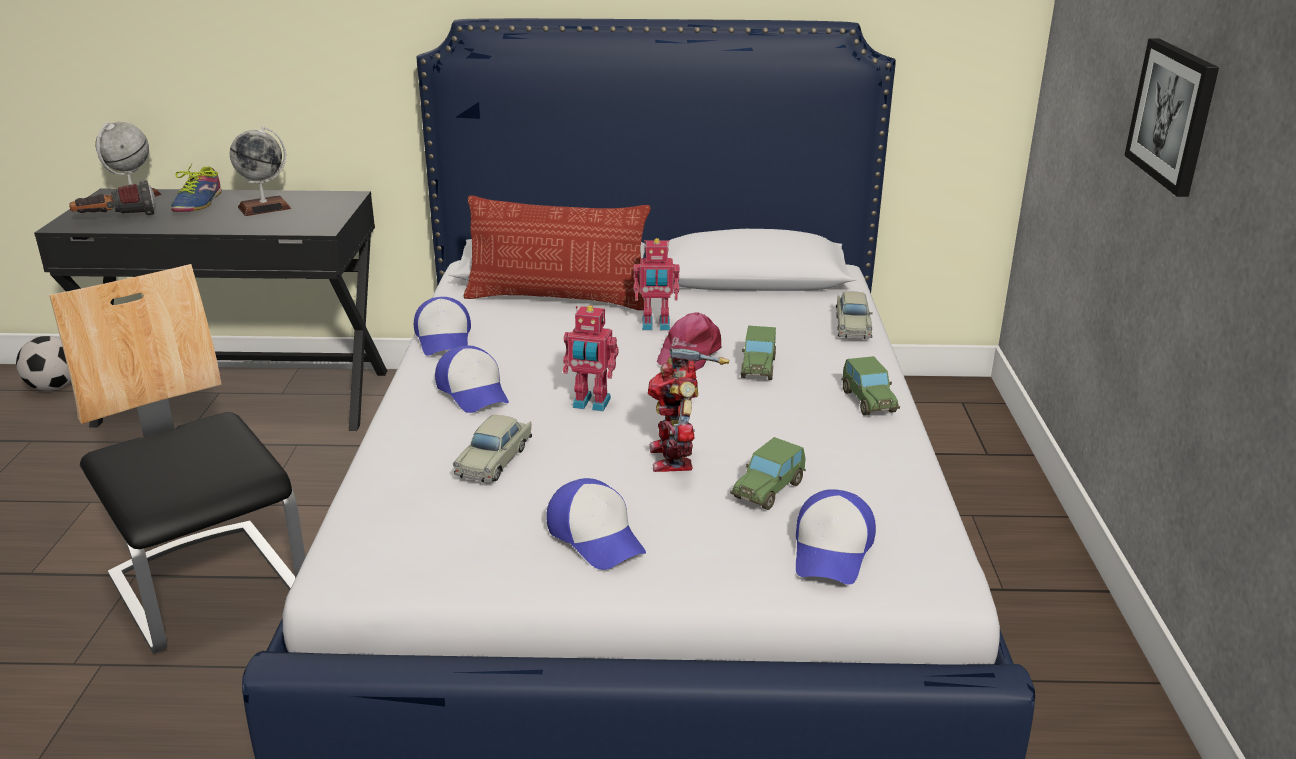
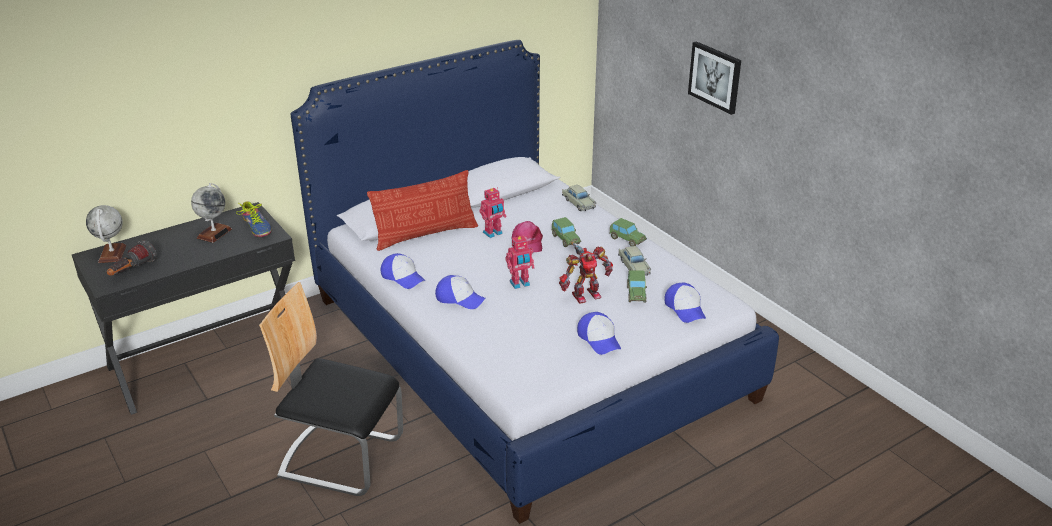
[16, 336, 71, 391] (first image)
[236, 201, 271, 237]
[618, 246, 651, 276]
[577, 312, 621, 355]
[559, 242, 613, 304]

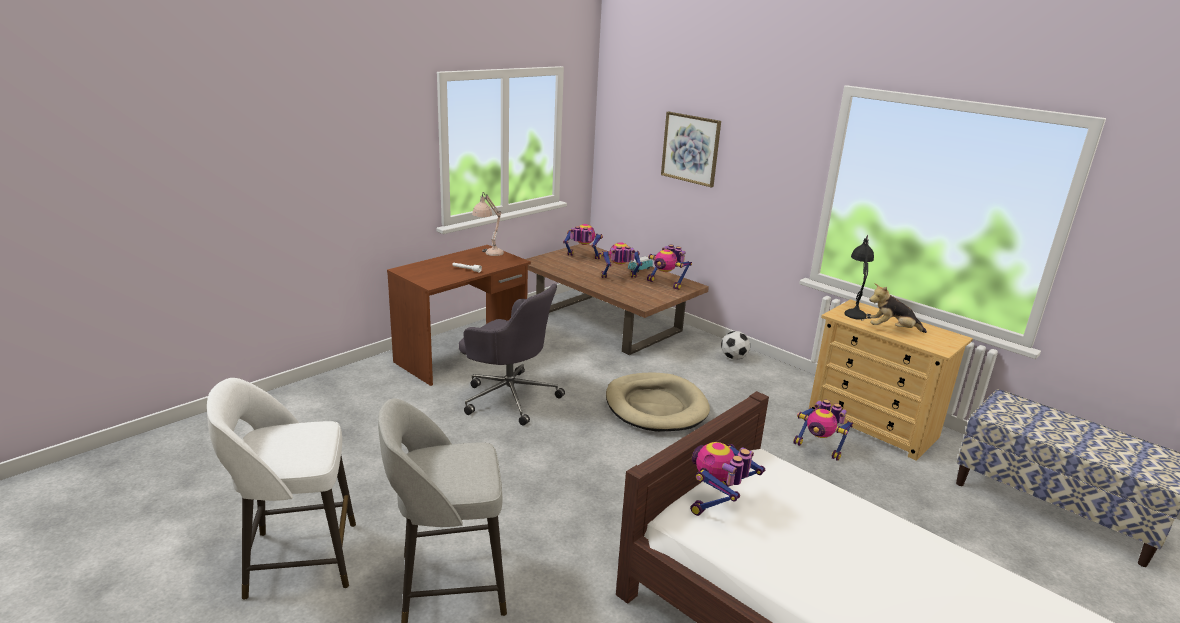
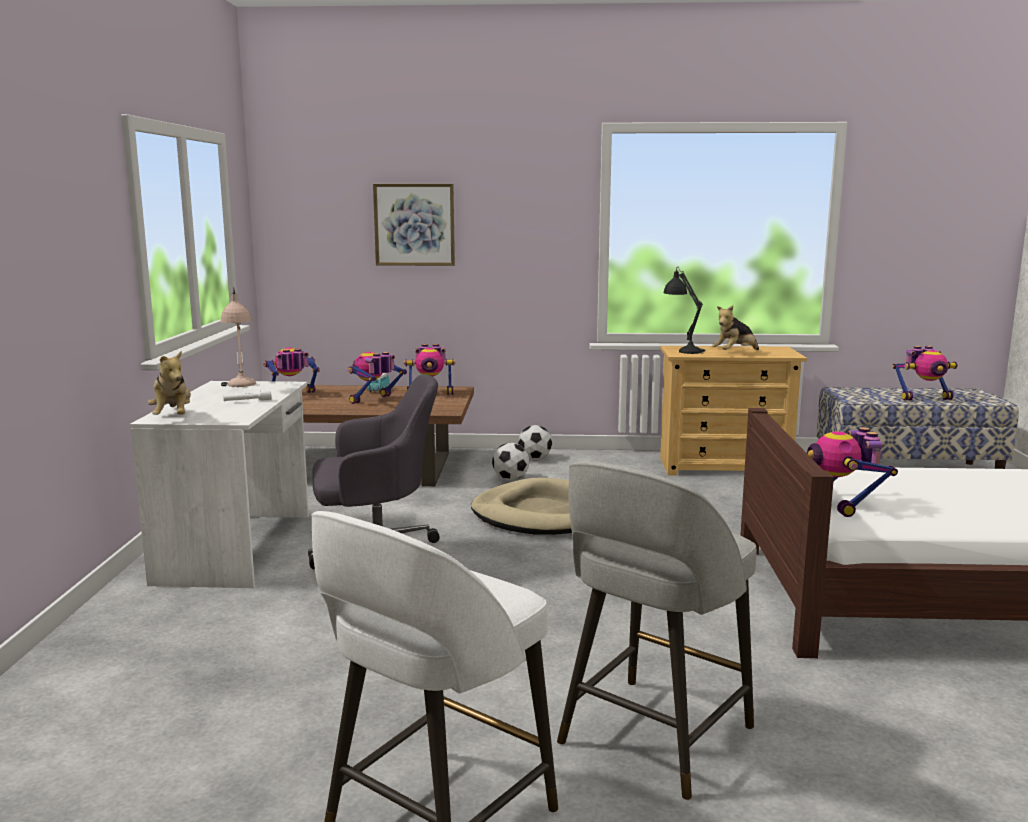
[130, 381, 309, 588]
[892, 346, 958, 401]
[148, 351, 191, 415]
[492, 443, 529, 480]

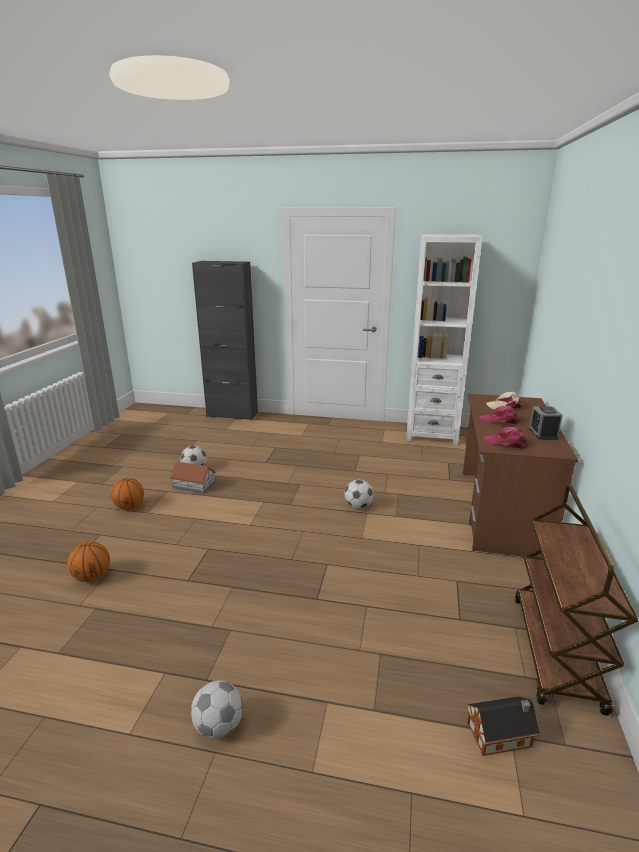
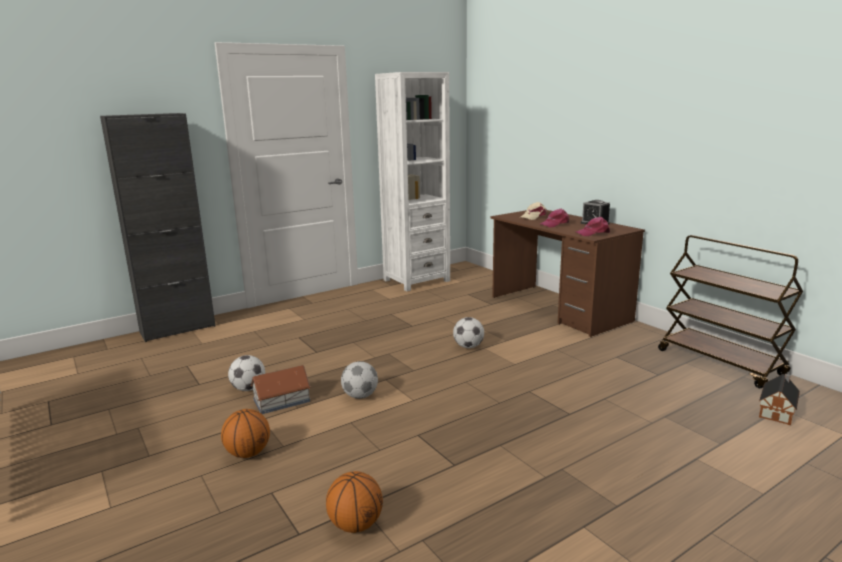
[341, 361, 378, 399]

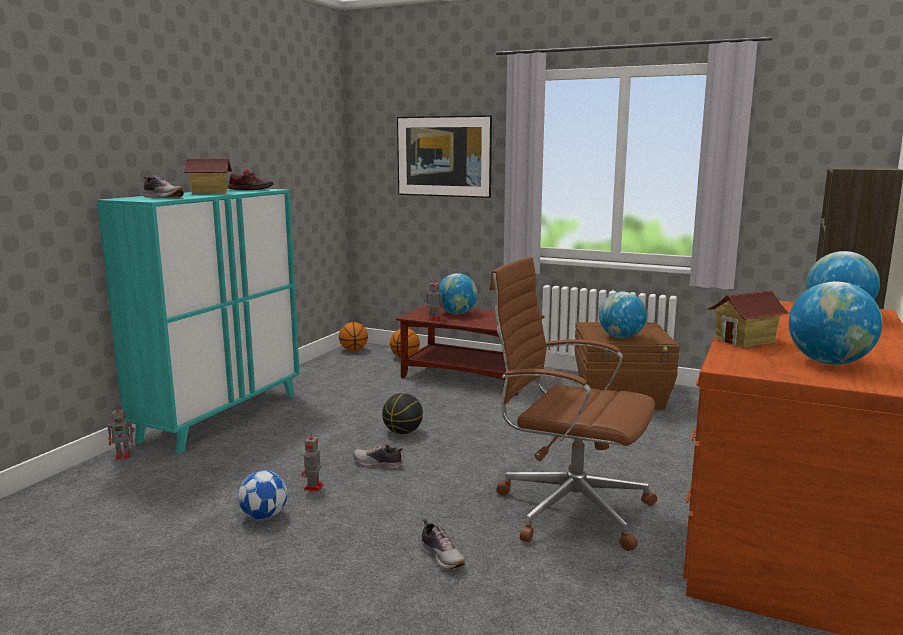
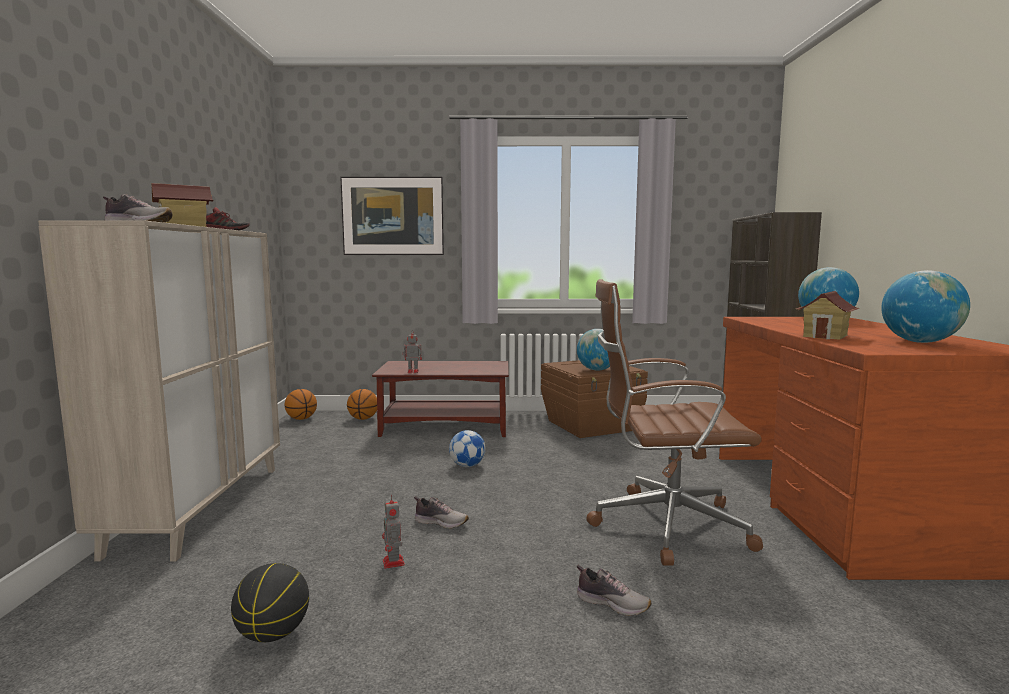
[38, 220, 280, 562]
[107, 405, 135, 460] (first image)
[449, 430, 486, 467]
[414, 496, 469, 529]
[231, 563, 309, 642]
[437, 273, 478, 314] (first image)

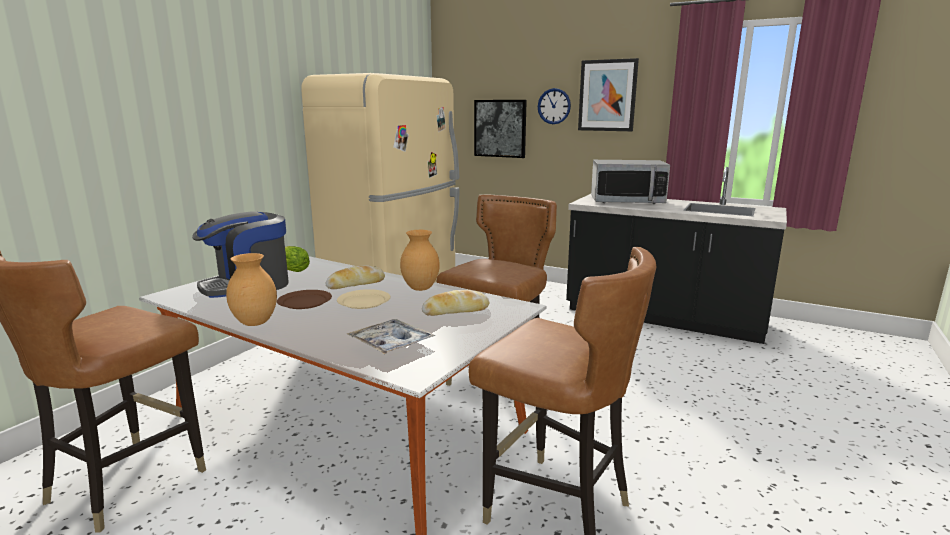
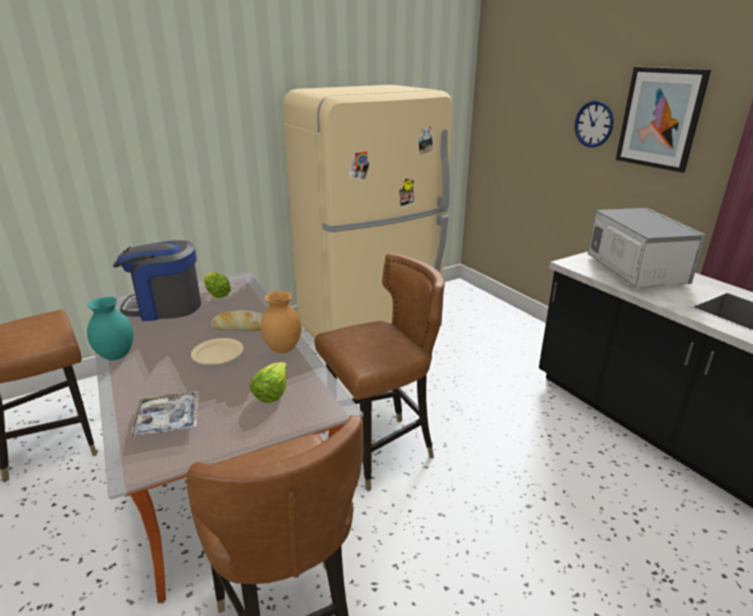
[87, 297, 134, 360]
[277, 290, 332, 309] (first image)
[250, 362, 287, 403]
[474, 100, 527, 158] (first image)
[588, 208, 706, 287]

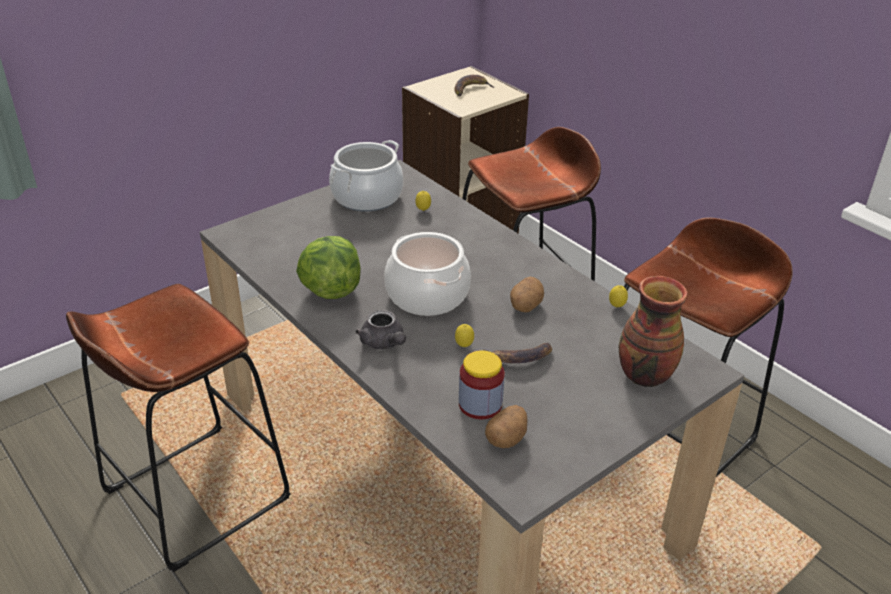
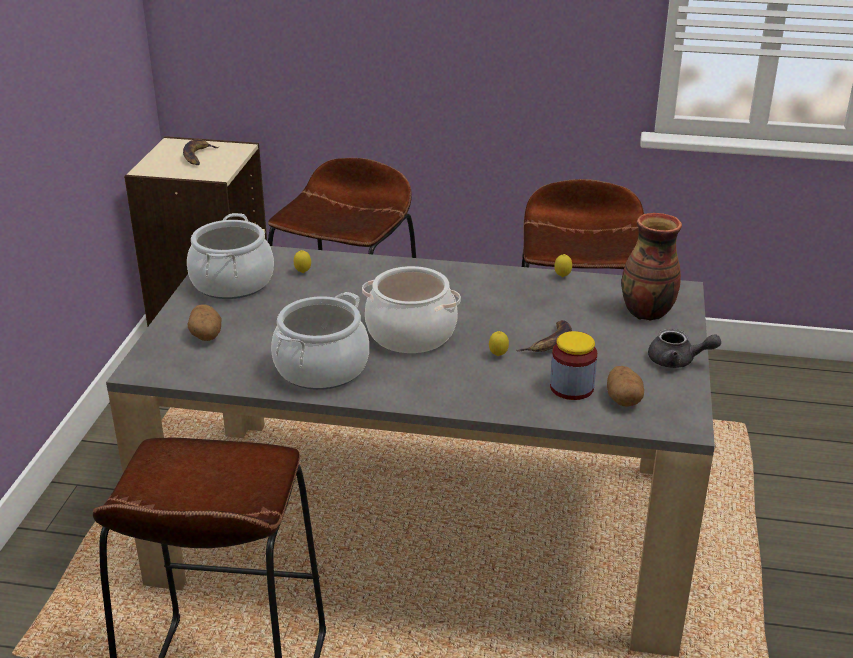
[271, 292, 369, 390]
[648, 328, 721, 368]
[188, 304, 221, 341]

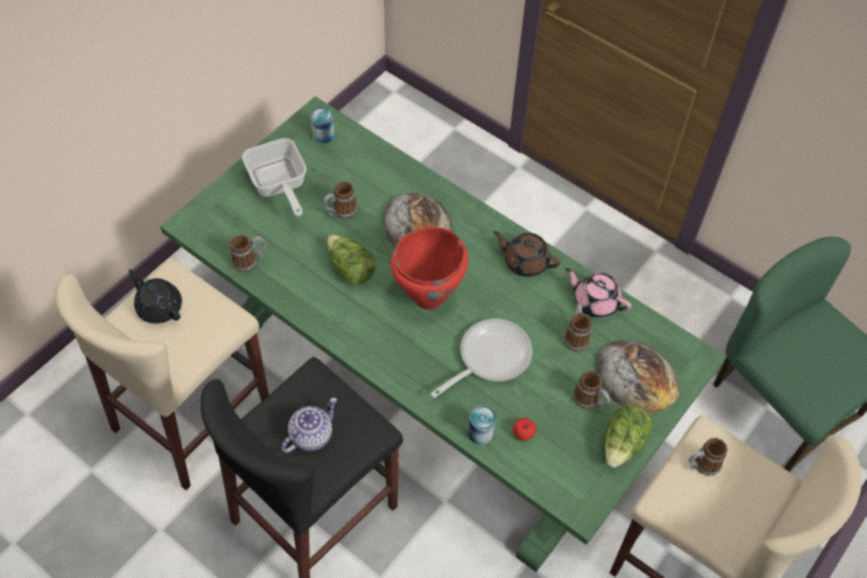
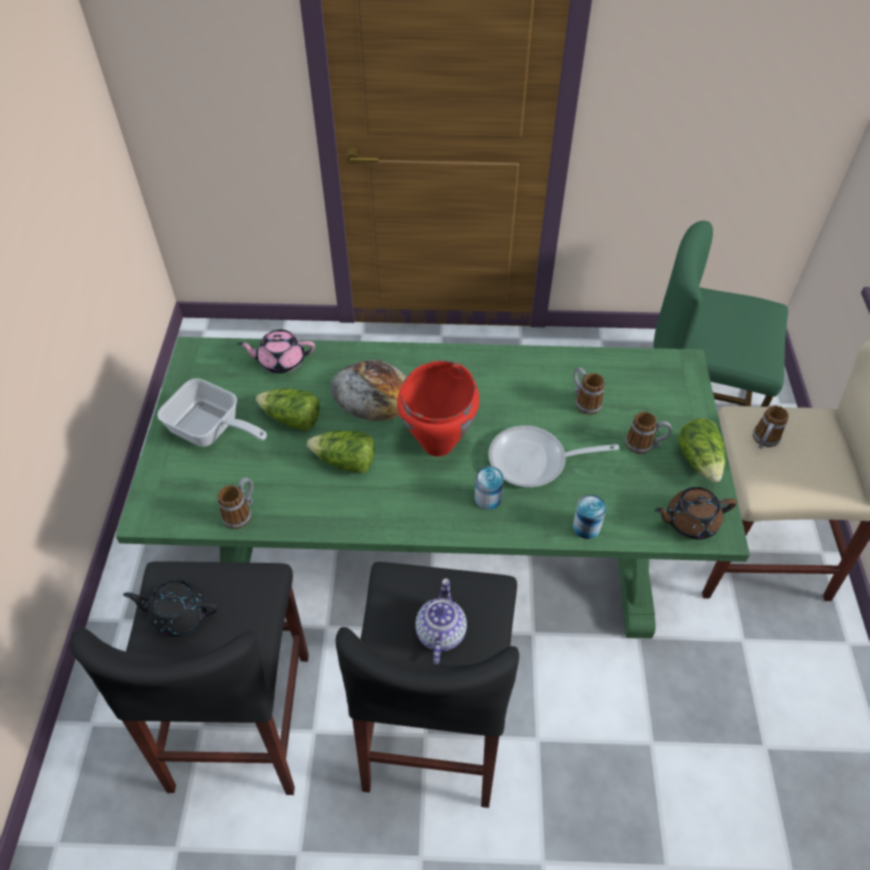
[71, 561, 309, 795]
[474, 466, 504, 510]
[256, 388, 320, 431]
[489, 425, 619, 488]
[655, 487, 737, 540]
[513, 418, 536, 441] (first image)
[238, 329, 315, 374]
[595, 340, 680, 414] (first image)

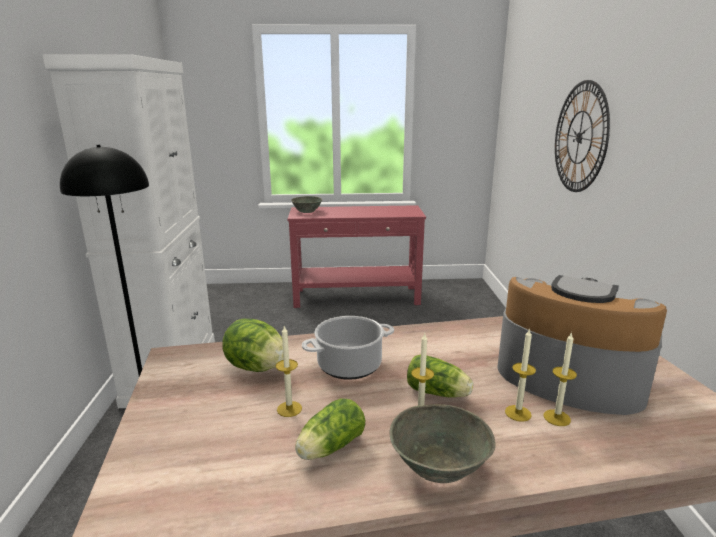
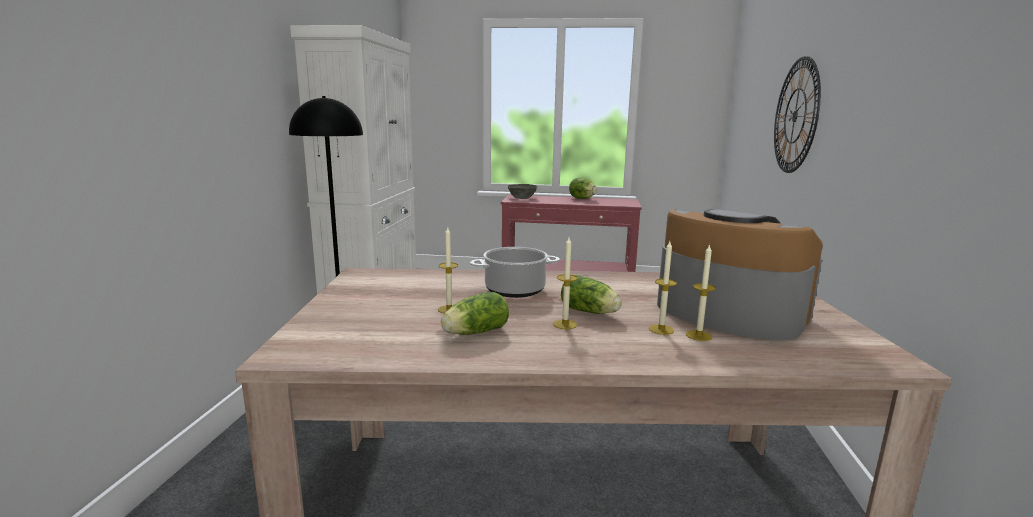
[569, 177, 597, 199]
[390, 404, 496, 483] (first image)

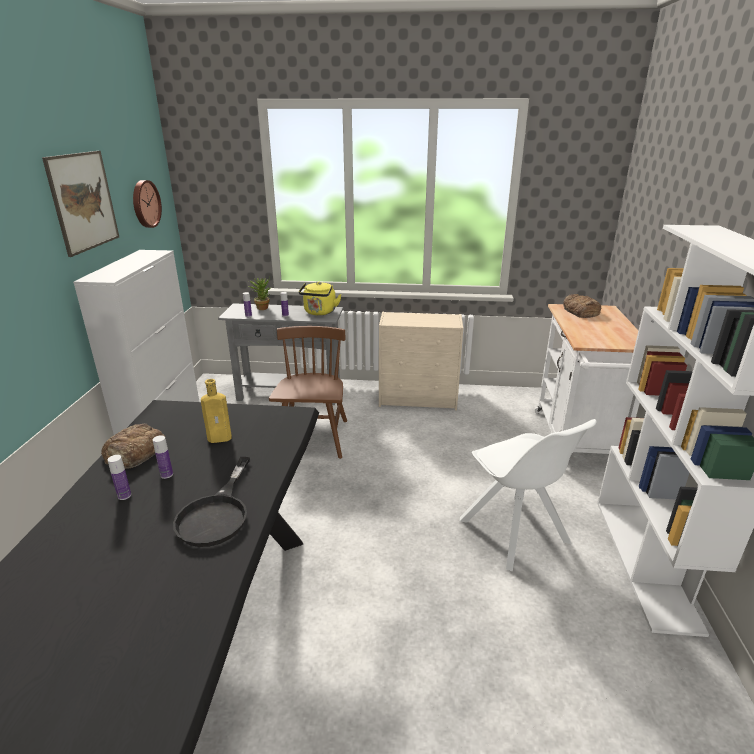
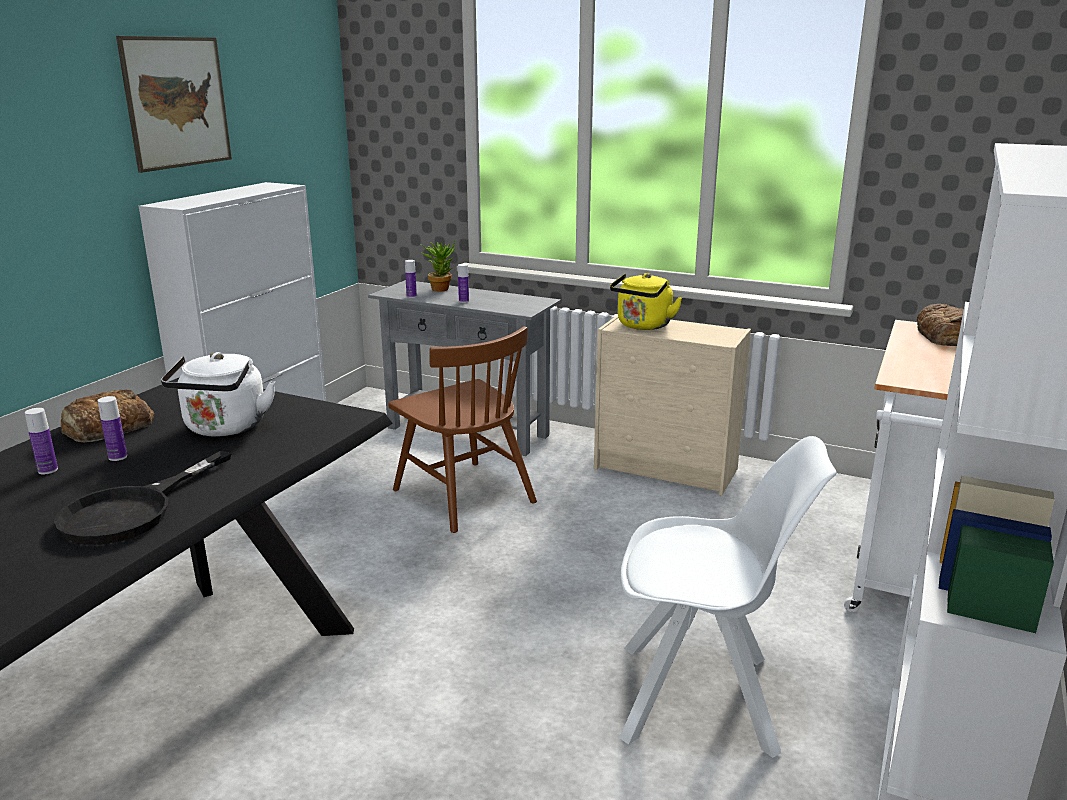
[133, 180, 162, 228] (first image)
[161, 352, 276, 437]
[388, 326, 537, 533]
[610, 273, 682, 330]
[620, 436, 837, 758]

